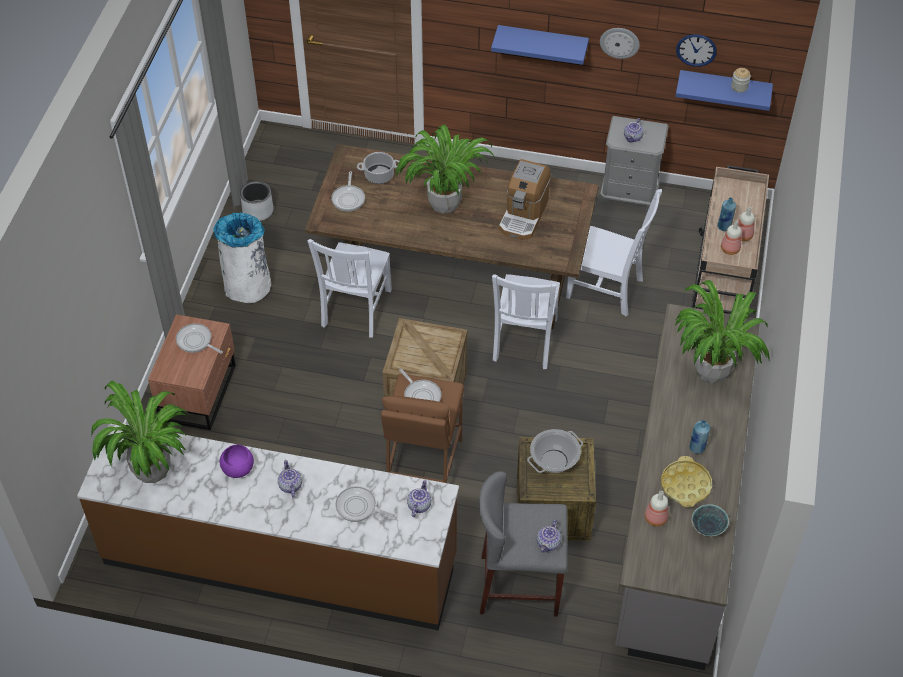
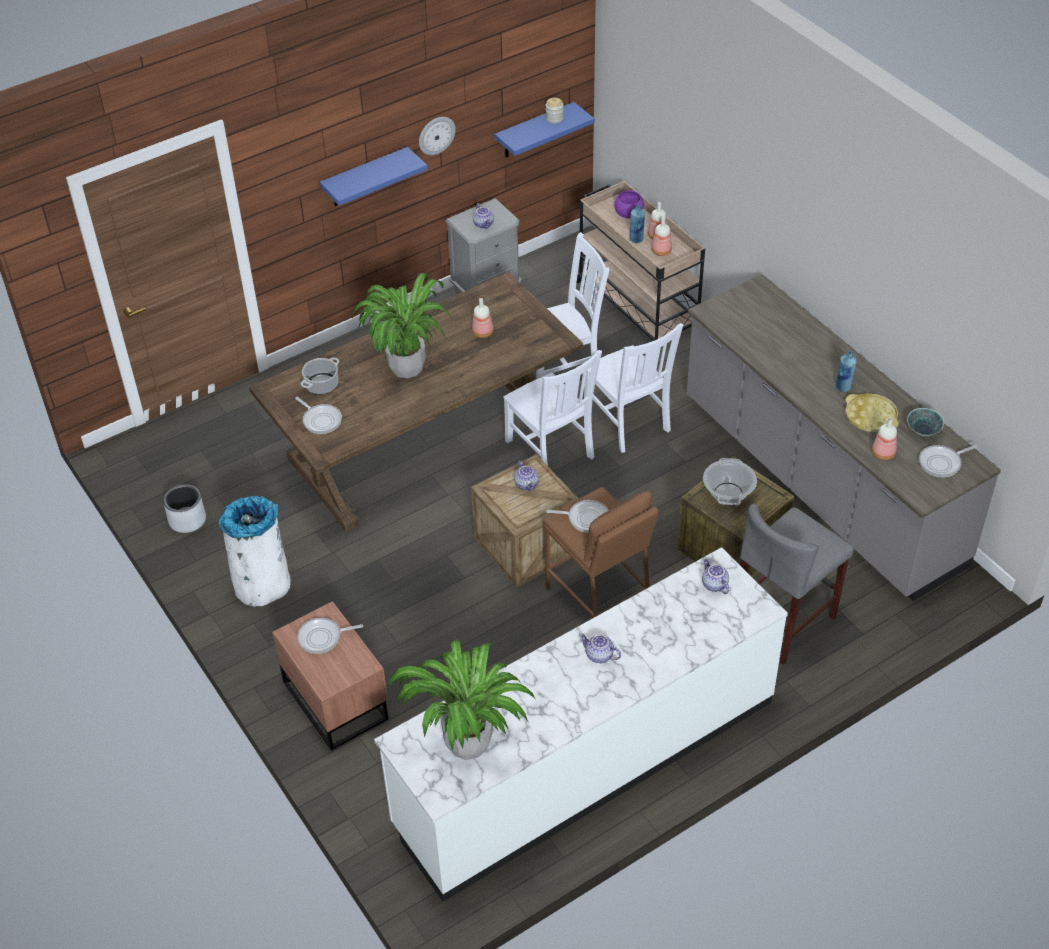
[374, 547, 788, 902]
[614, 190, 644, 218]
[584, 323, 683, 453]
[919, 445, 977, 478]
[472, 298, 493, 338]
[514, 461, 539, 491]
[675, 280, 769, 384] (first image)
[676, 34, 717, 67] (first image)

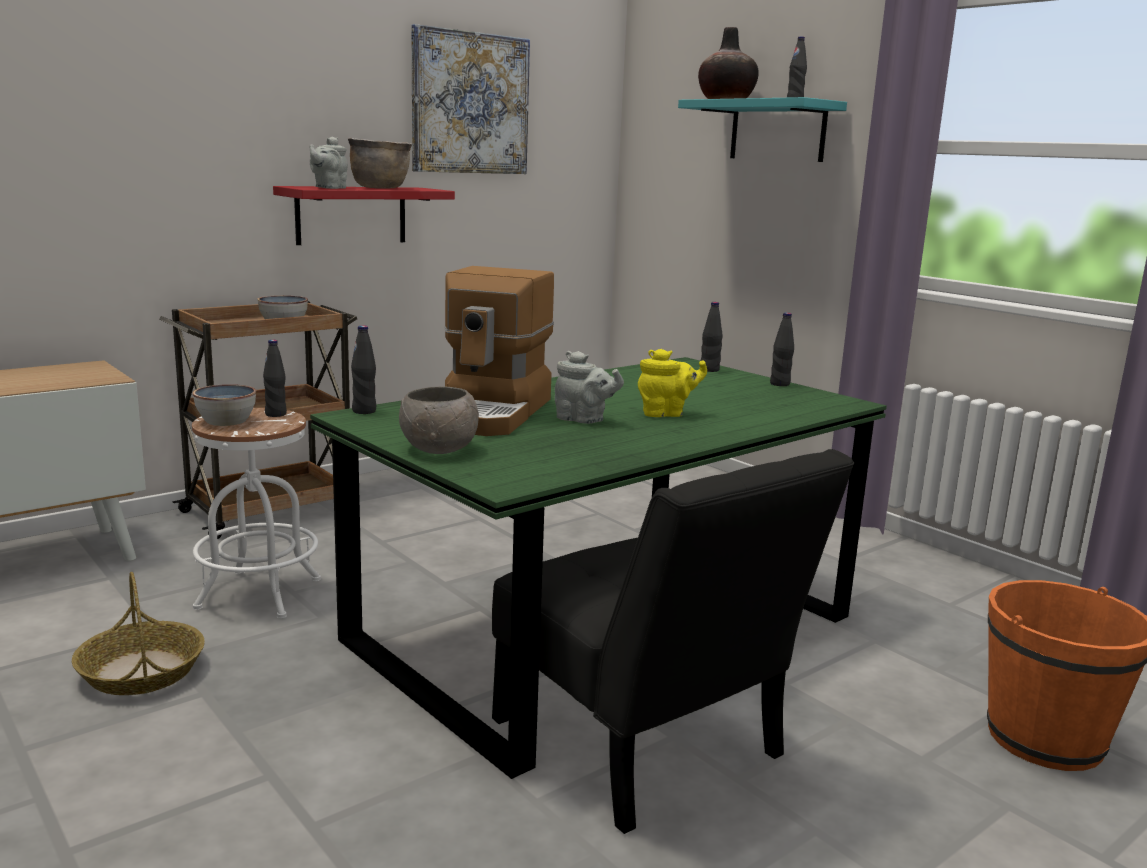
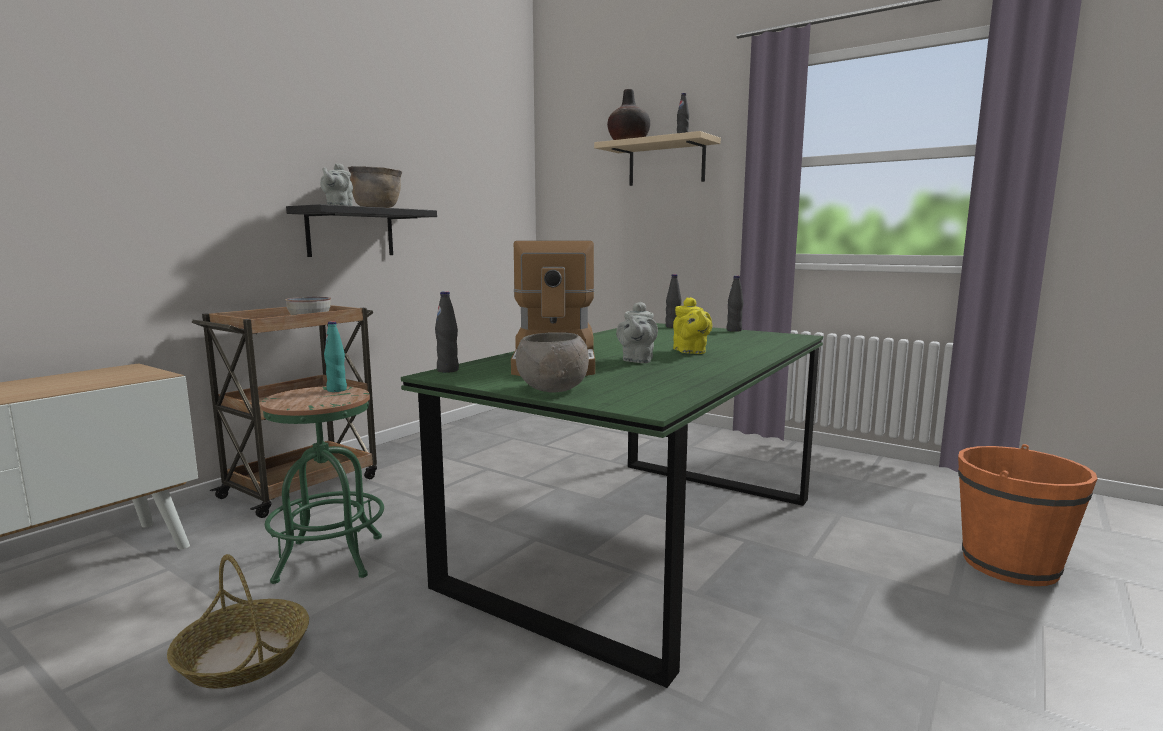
[260, 386, 384, 584]
[193, 384, 256, 426] (first image)
[324, 321, 347, 392]
[286, 204, 437, 257]
[411, 24, 530, 174] (first image)
[492, 449, 854, 834] (first image)
[616, 302, 658, 363]
[673, 297, 712, 354]
[594, 131, 721, 186]

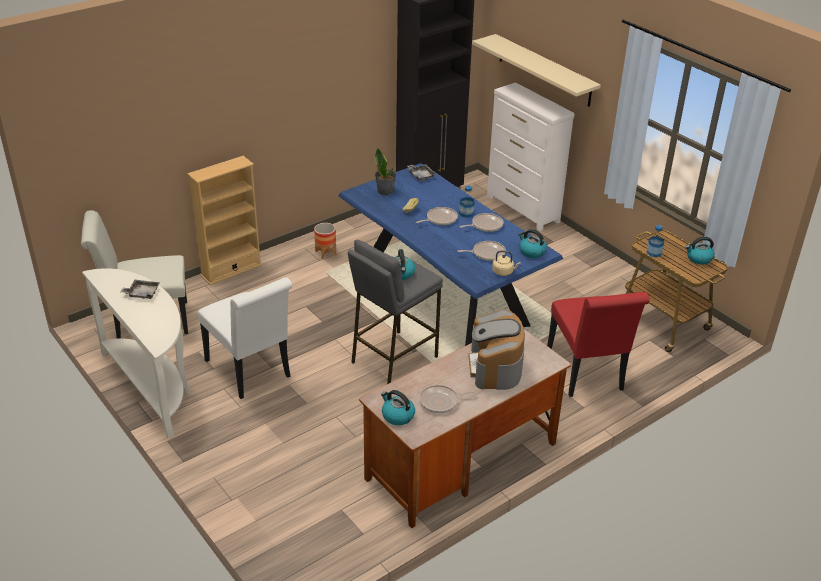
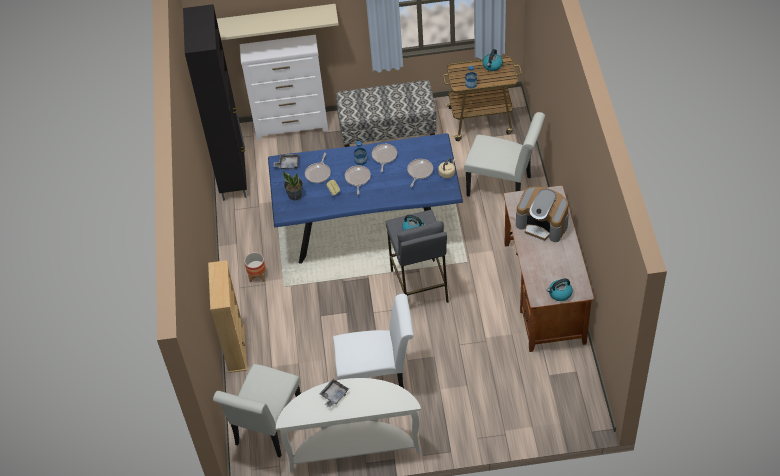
[305, 153, 331, 183]
[518, 229, 547, 258] (first image)
[464, 112, 545, 197]
[336, 80, 437, 147]

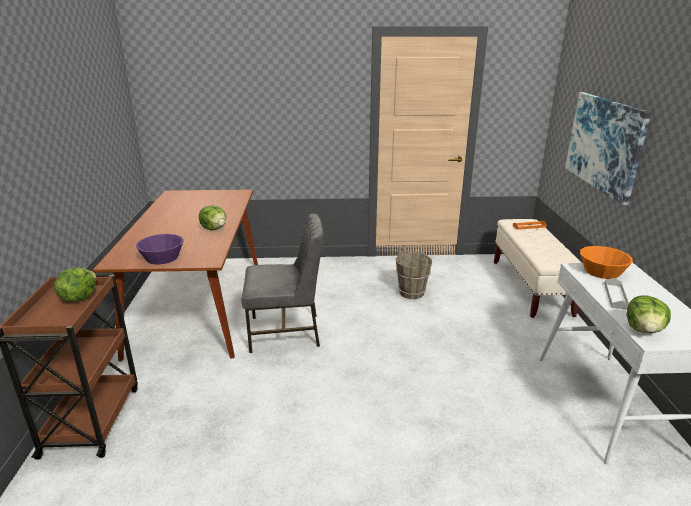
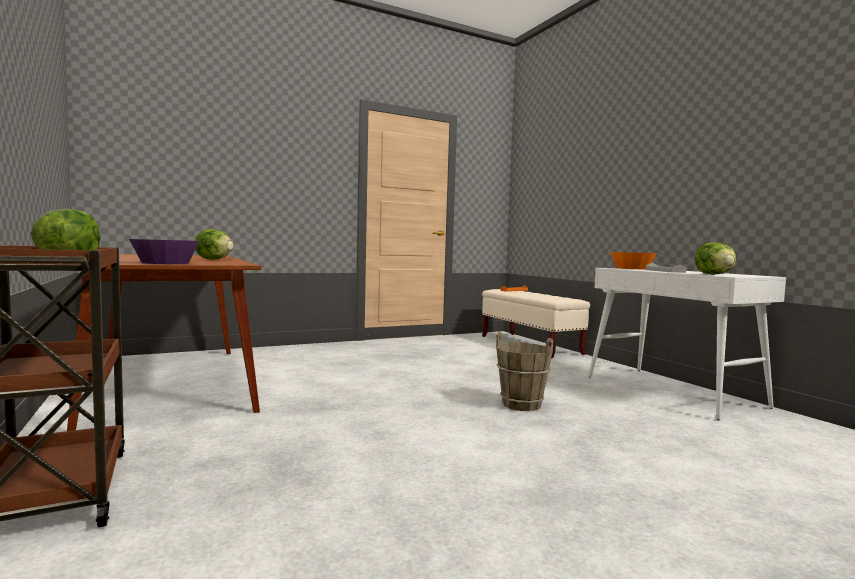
[242, 213, 324, 353] (first image)
[496, 332, 553, 411]
[565, 92, 651, 205] (first image)

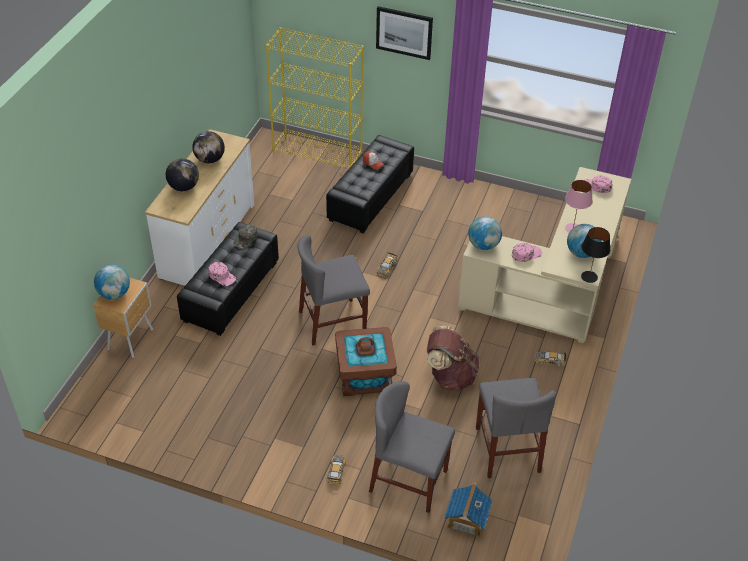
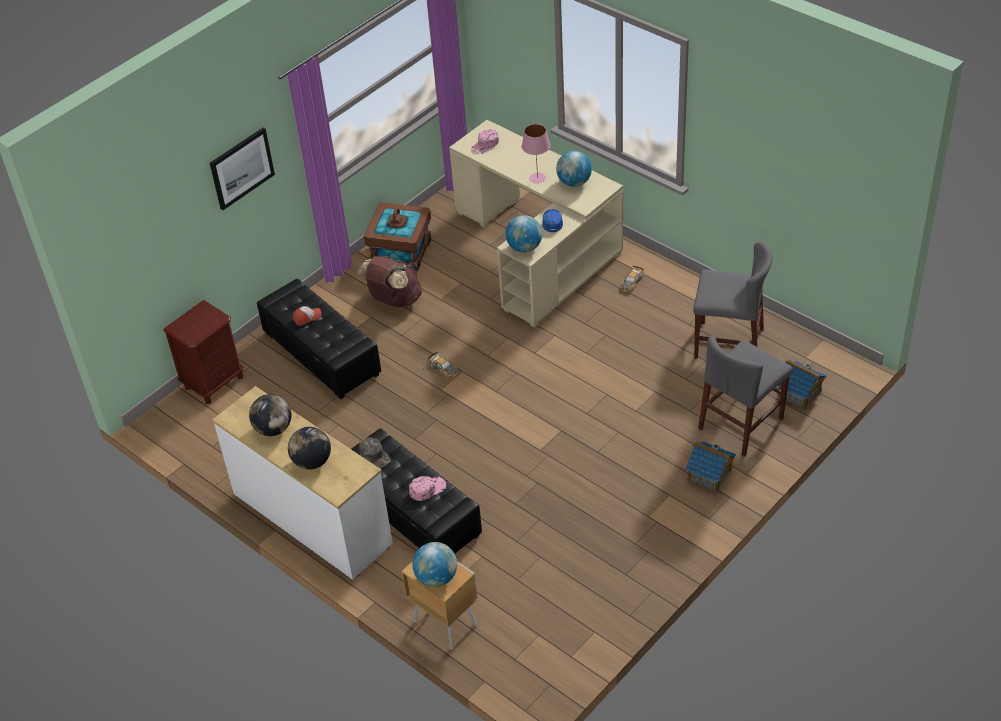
[163, 300, 243, 404]
[298, 235, 370, 346] (first image)
[685, 441, 736, 493]
[364, 202, 431, 271]
[357, 256, 422, 308]
[542, 209, 563, 232]
[581, 227, 610, 283] (first image)

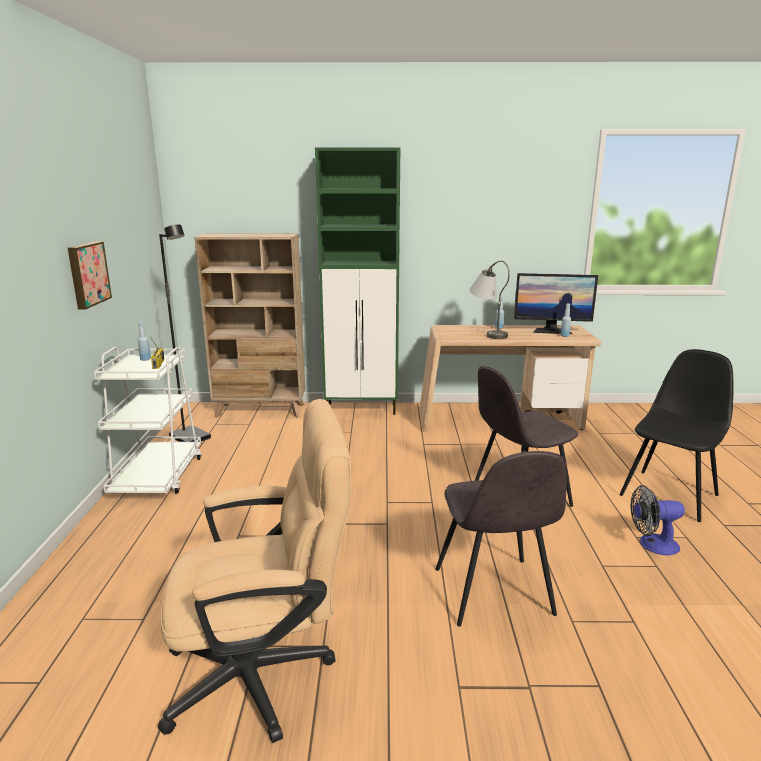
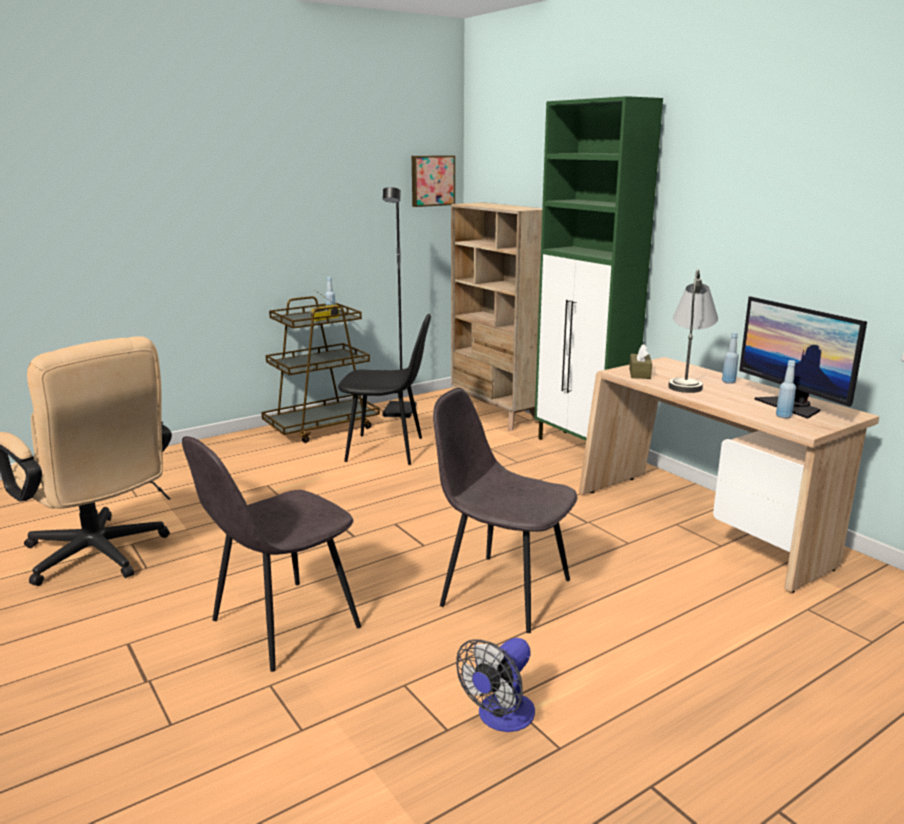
[412, 155, 455, 207]
[261, 296, 380, 443]
[338, 314, 431, 465]
[456, 638, 535, 732]
[629, 344, 652, 379]

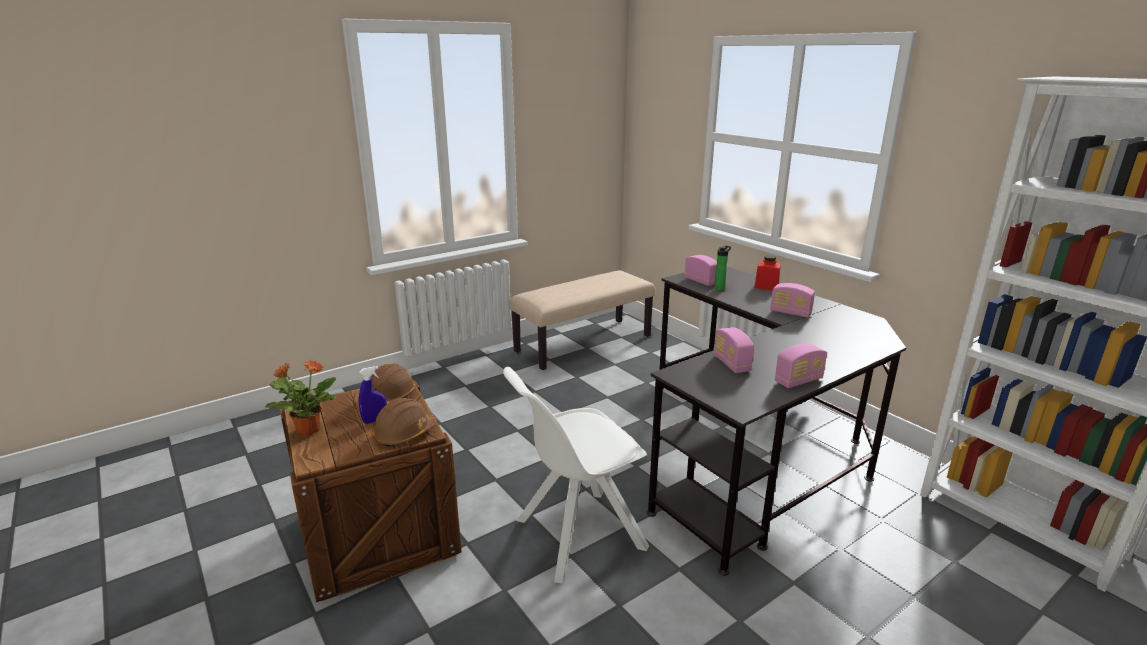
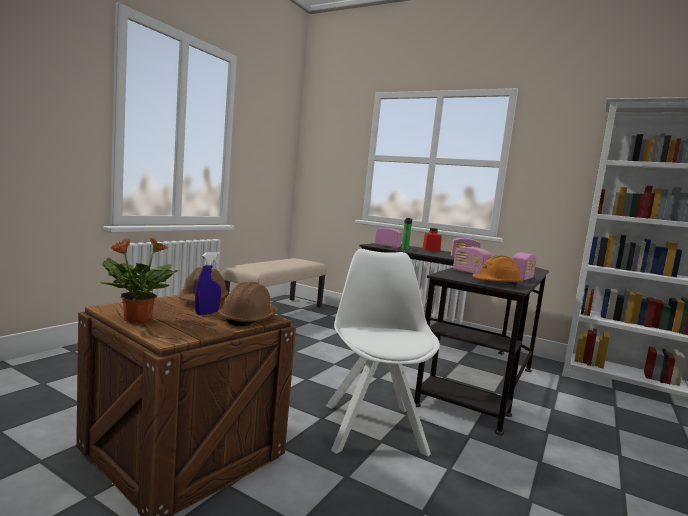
[326, 249, 440, 457]
[472, 255, 523, 285]

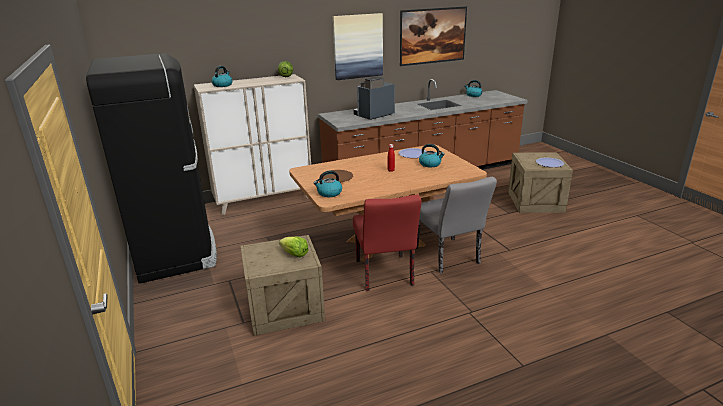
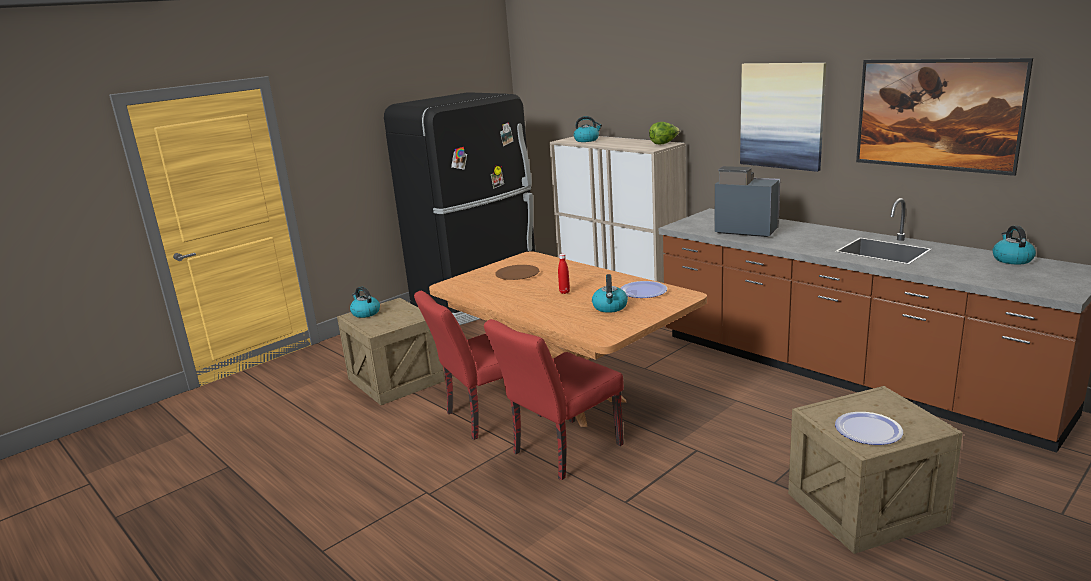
[279, 236, 309, 257] (first image)
[350, 287, 380, 318]
[484, 319, 624, 480]

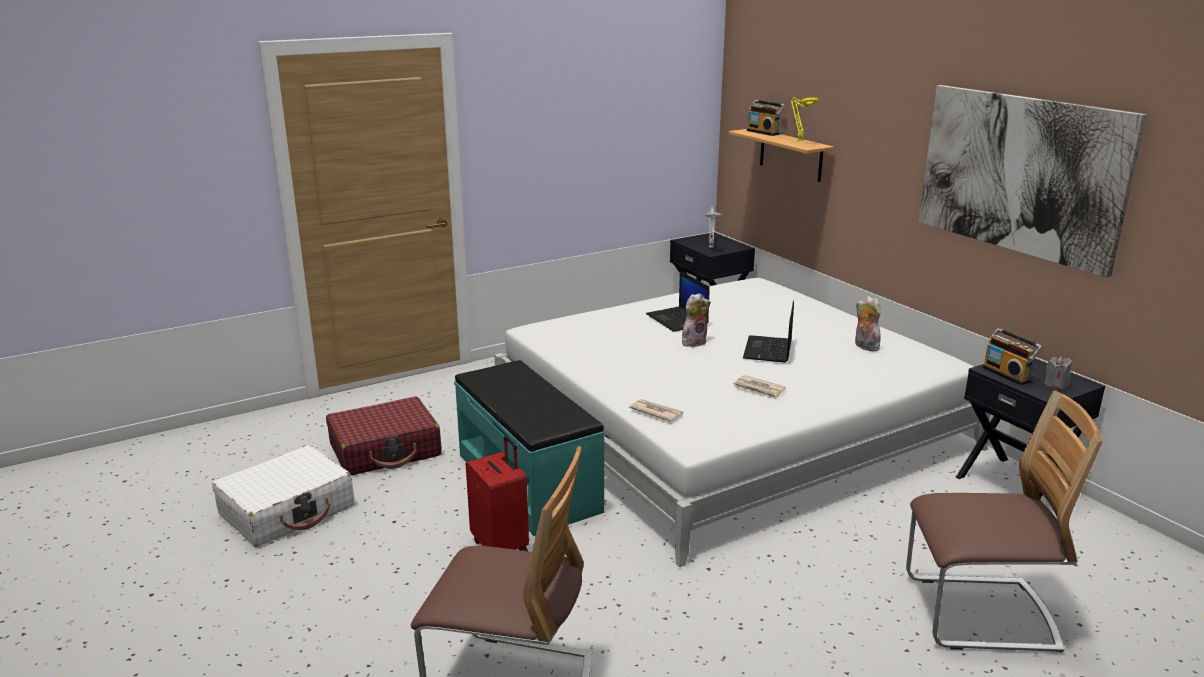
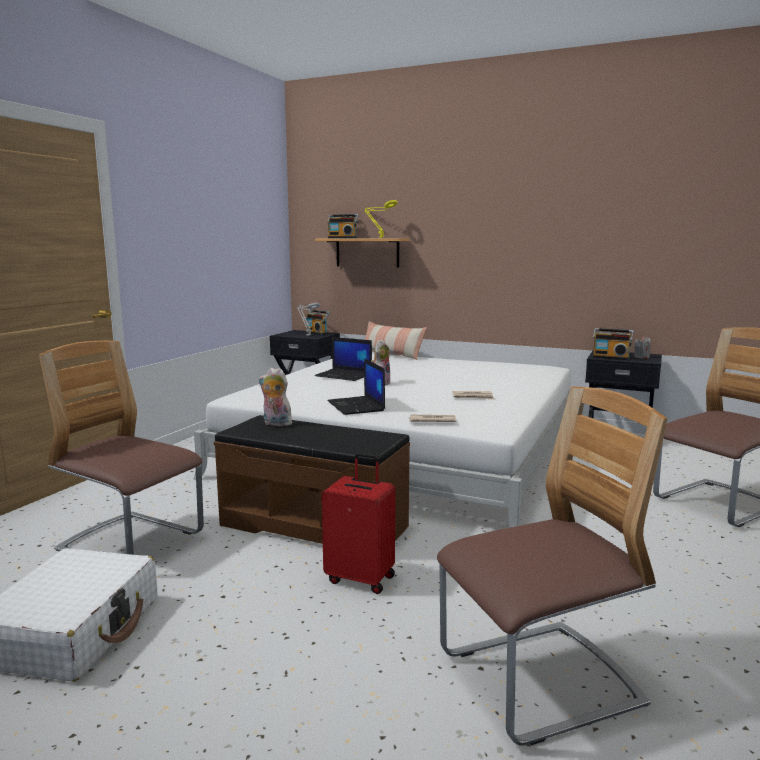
[39, 341, 204, 555]
[214, 415, 410, 544]
[327, 358, 385, 415]
[259, 368, 292, 426]
[918, 85, 1147, 278] (first image)
[305, 310, 330, 335]
[365, 321, 427, 360]

